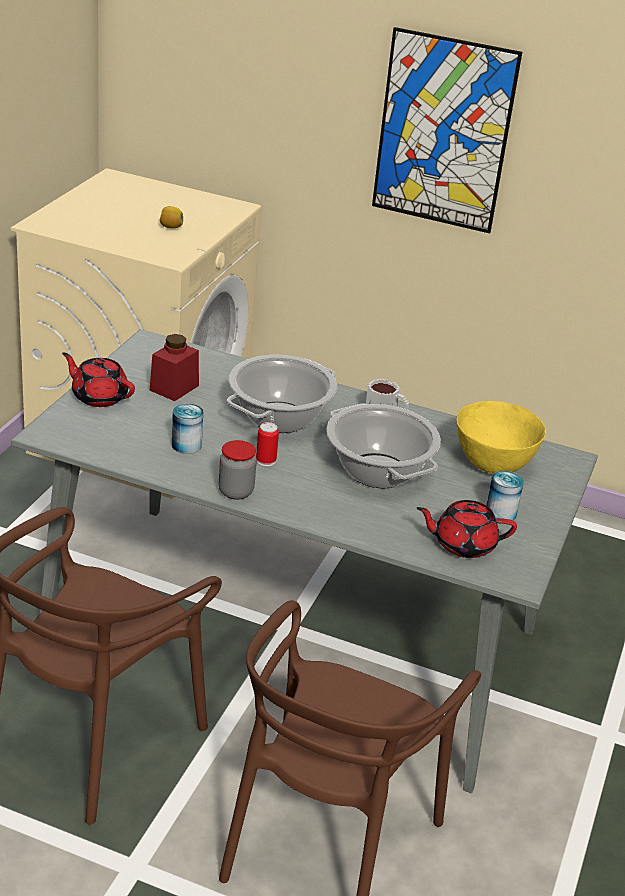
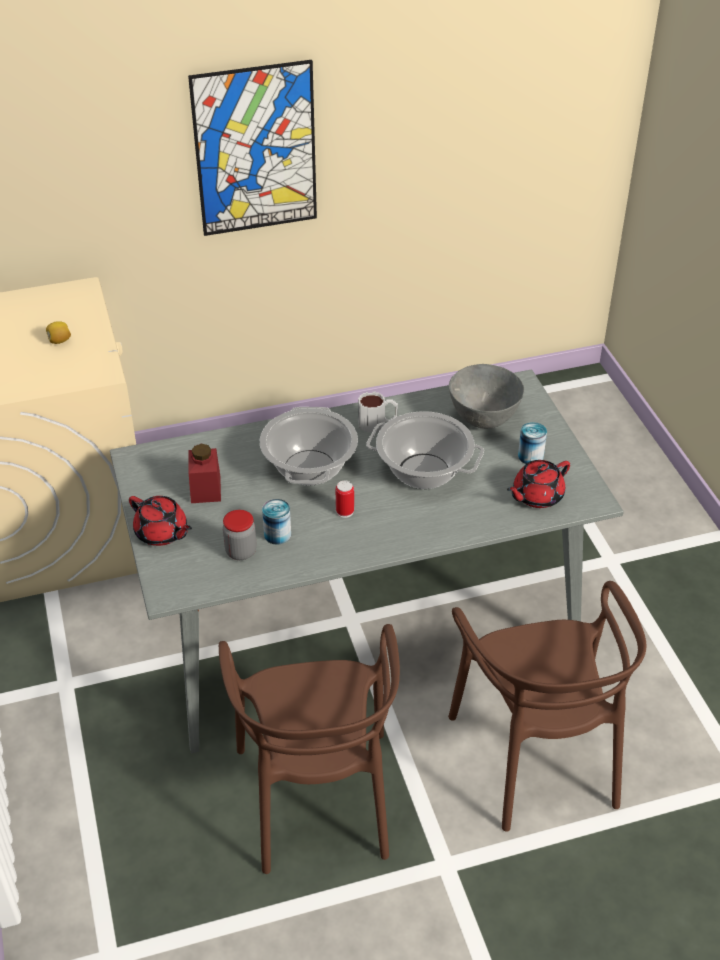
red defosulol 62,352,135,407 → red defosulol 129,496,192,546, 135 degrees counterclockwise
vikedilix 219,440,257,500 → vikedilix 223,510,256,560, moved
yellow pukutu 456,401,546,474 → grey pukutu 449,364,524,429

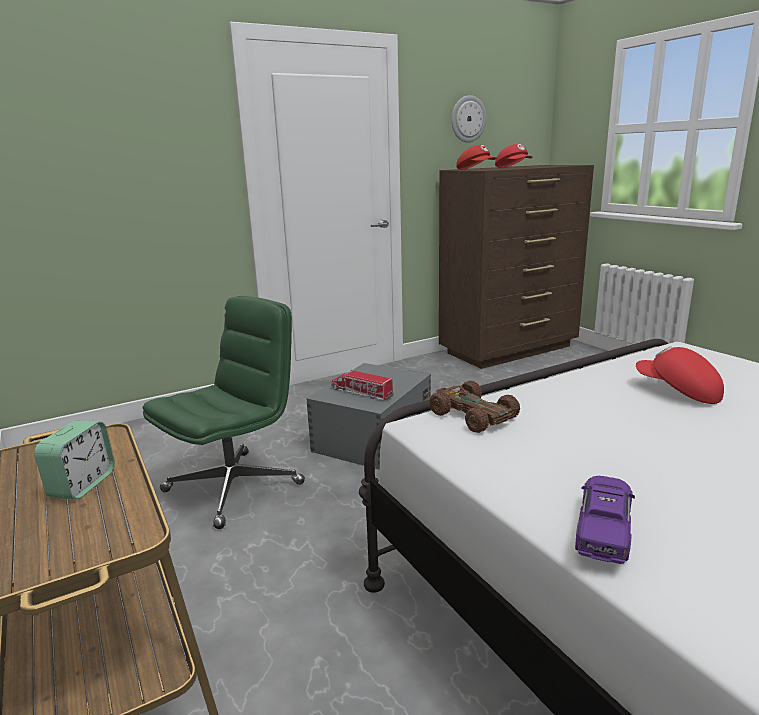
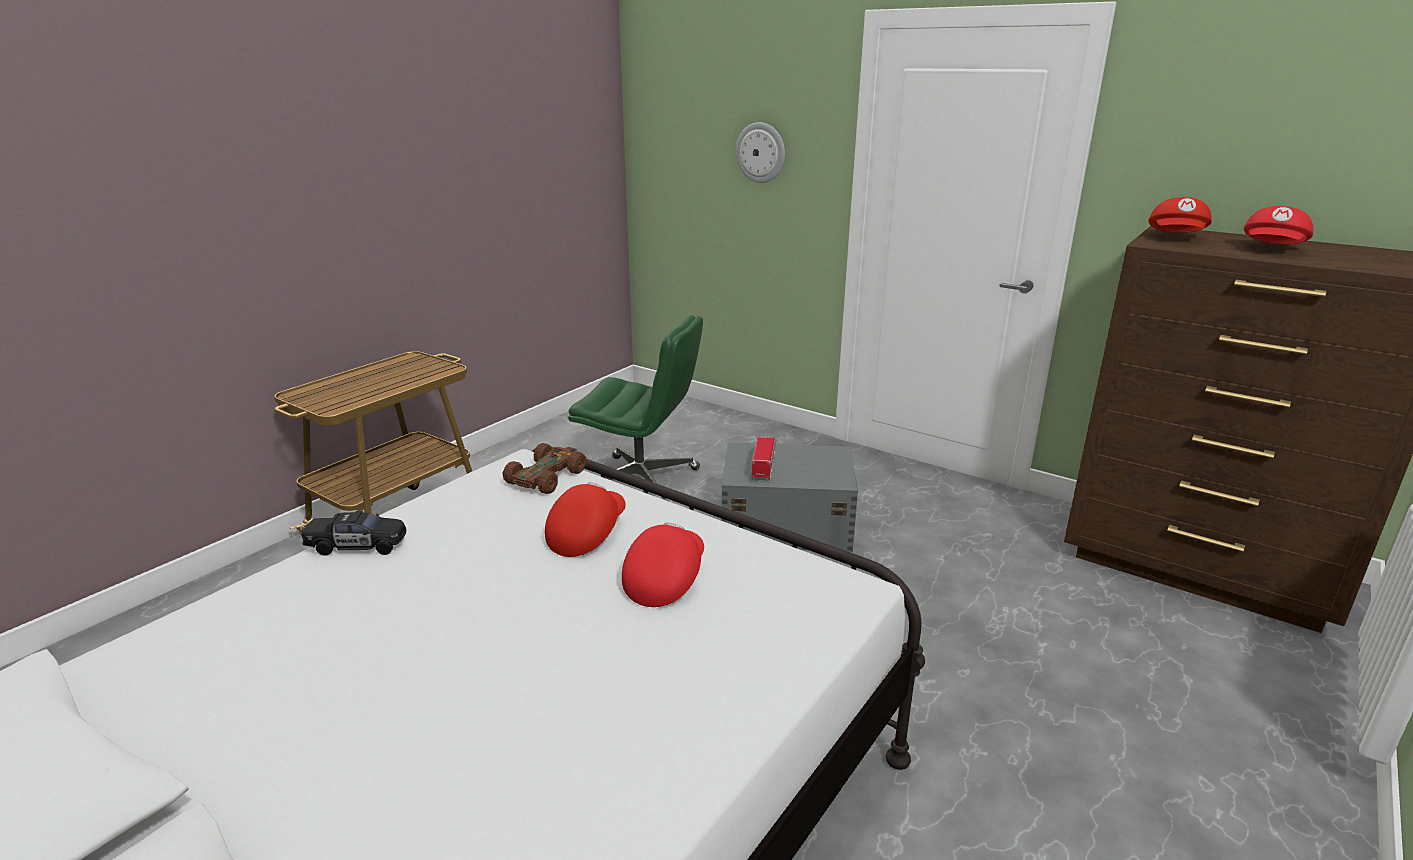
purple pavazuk 575,476,635,564 → black pavazuk 301,511,406,556
- → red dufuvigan 545,482,626,557
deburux 451,95,486,143 → deburux 736,122,785,183, moved
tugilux 34,421,115,499 → -

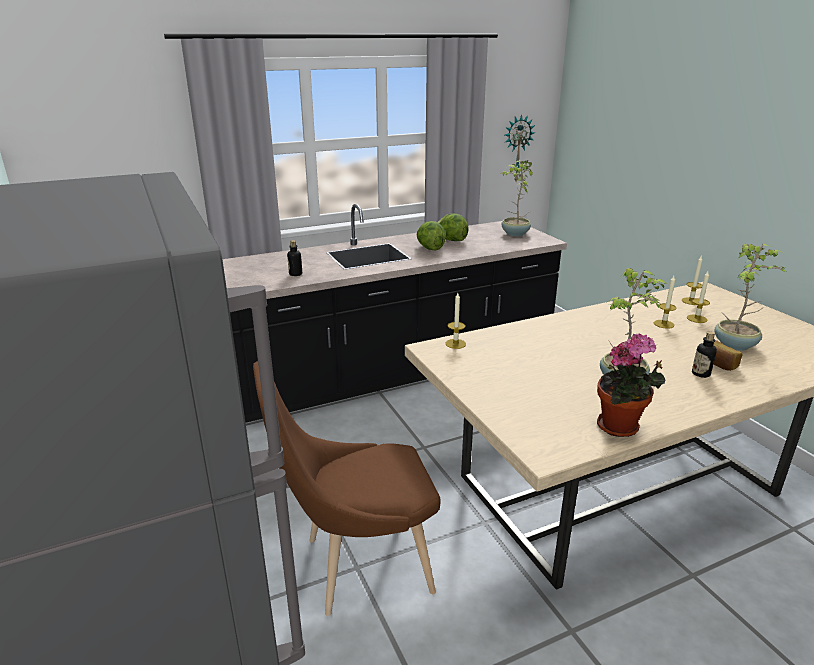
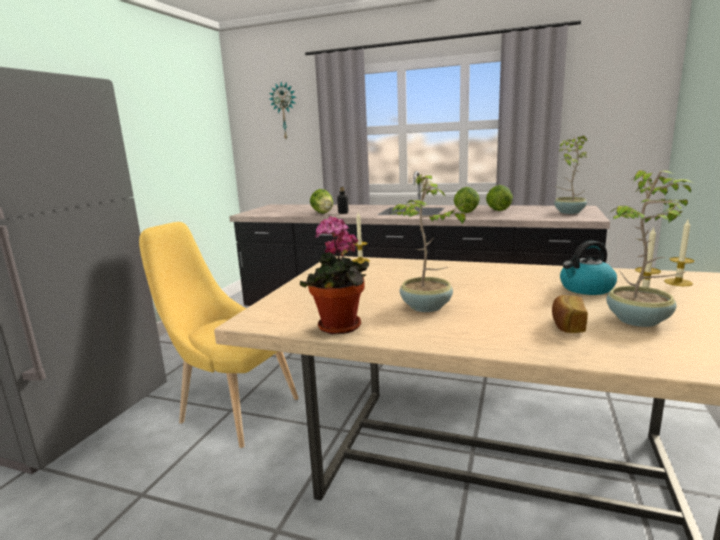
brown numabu 253,361,440,616 → yellow numabu 139,222,299,448
deburux 505,114,535,182 → deburux 269,82,296,139, moved
- → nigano 310,189,333,214
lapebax 654,276,676,329 → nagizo 560,241,617,295
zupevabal 692,331,717,378 → -

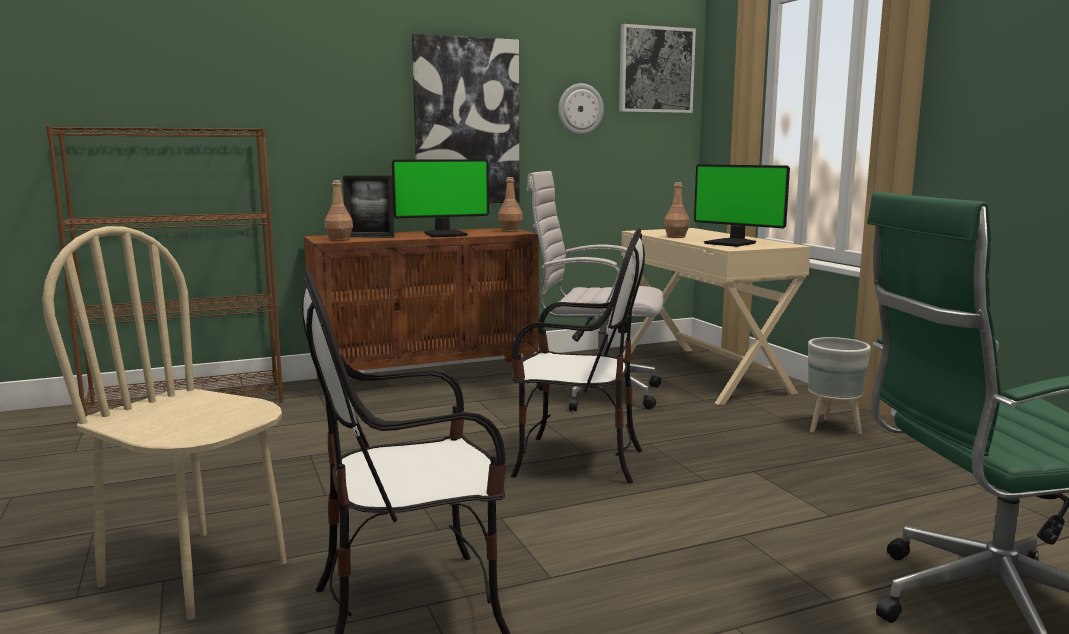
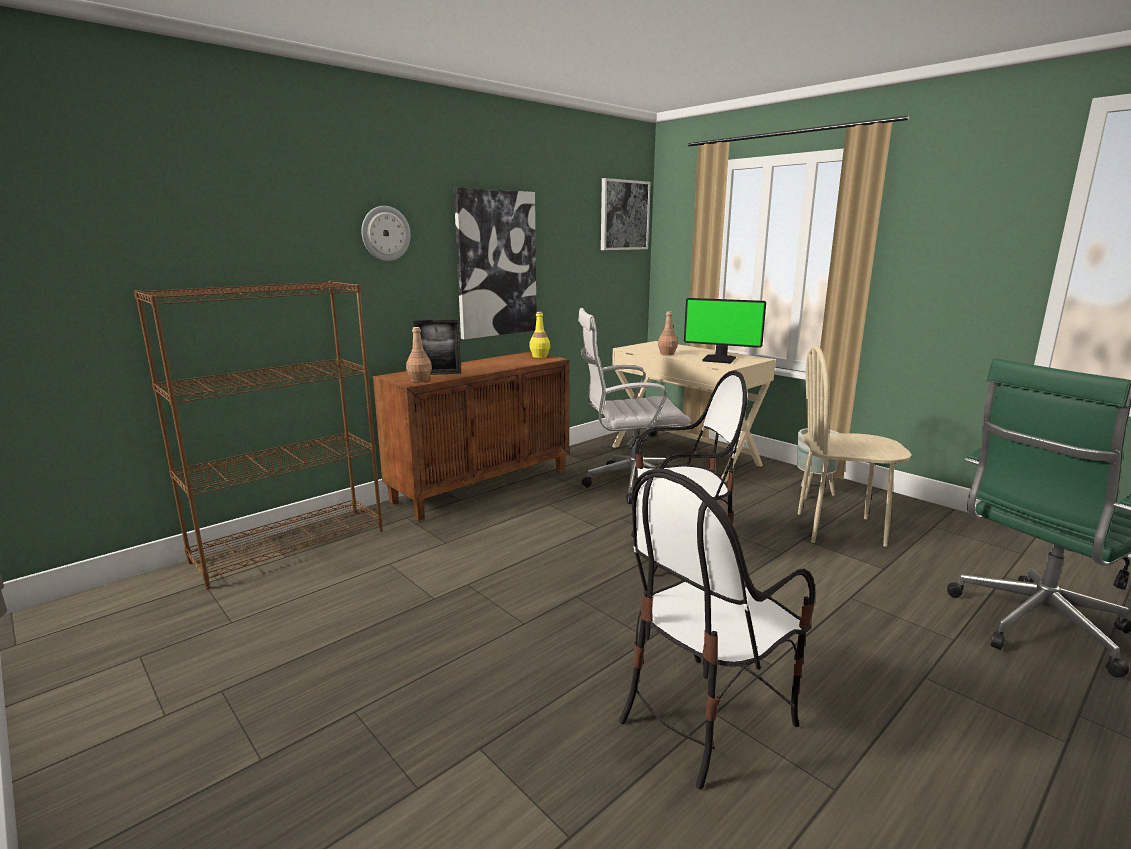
deburux 558,83,604,135 → deburux 361,206,411,261, moved
brown zupevabal 498,177,523,232 → yellow zupevabal 530,312,550,358
beige numabu 42,226,287,620 → beige numabu 798,345,912,547, moved
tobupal 392,159,489,237 → -

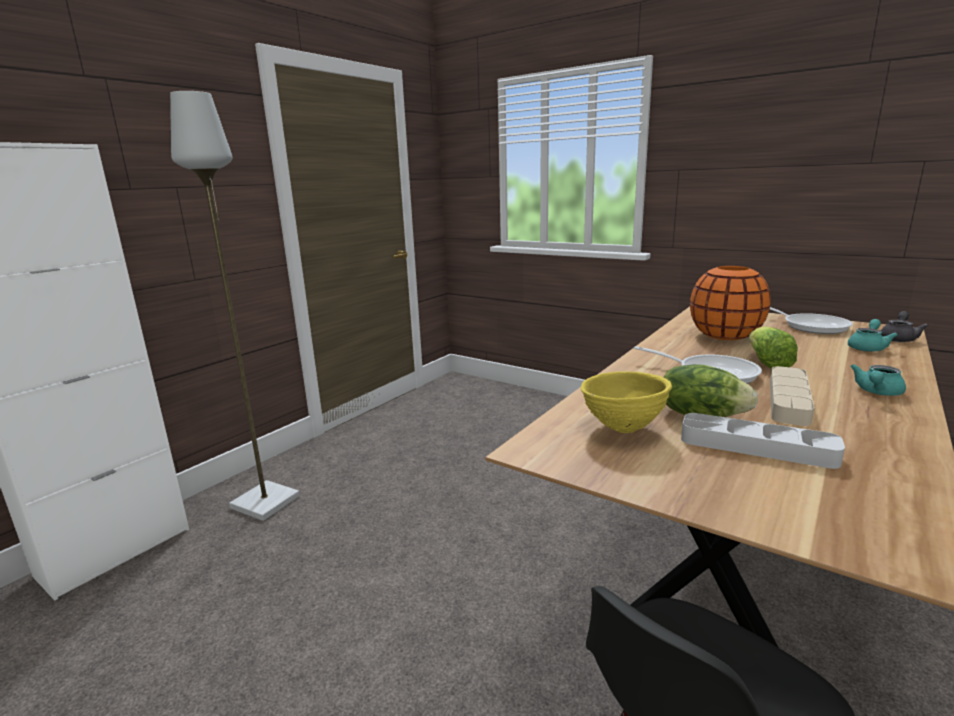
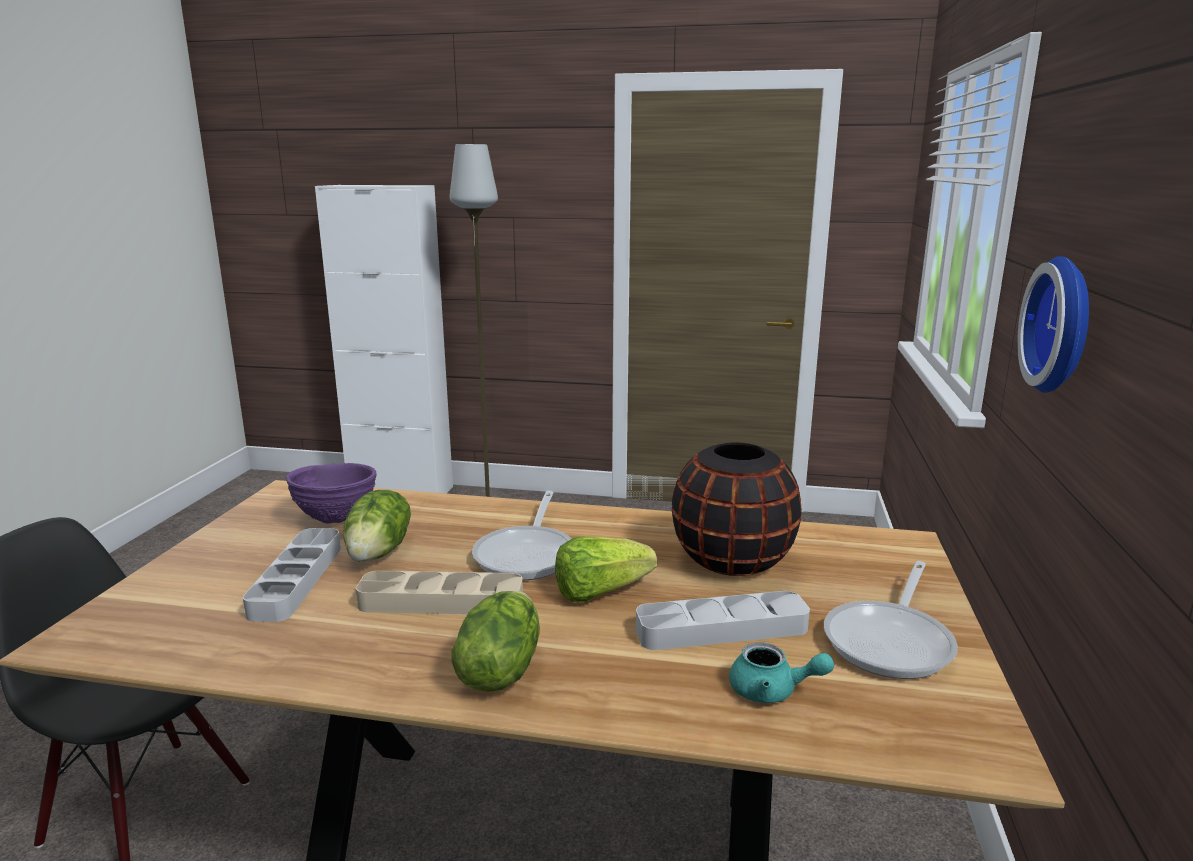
yellow pukutu 581,371,672,433 → purple pukutu 286,463,376,524
turquoise defosulol 850,364,906,396 → nigano 451,591,540,692
- → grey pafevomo 636,591,810,650
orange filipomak 690,266,771,340 → black filipomak 672,442,802,576
- → deburux 1017,256,1089,393
grey defosulol 881,311,928,342 → -

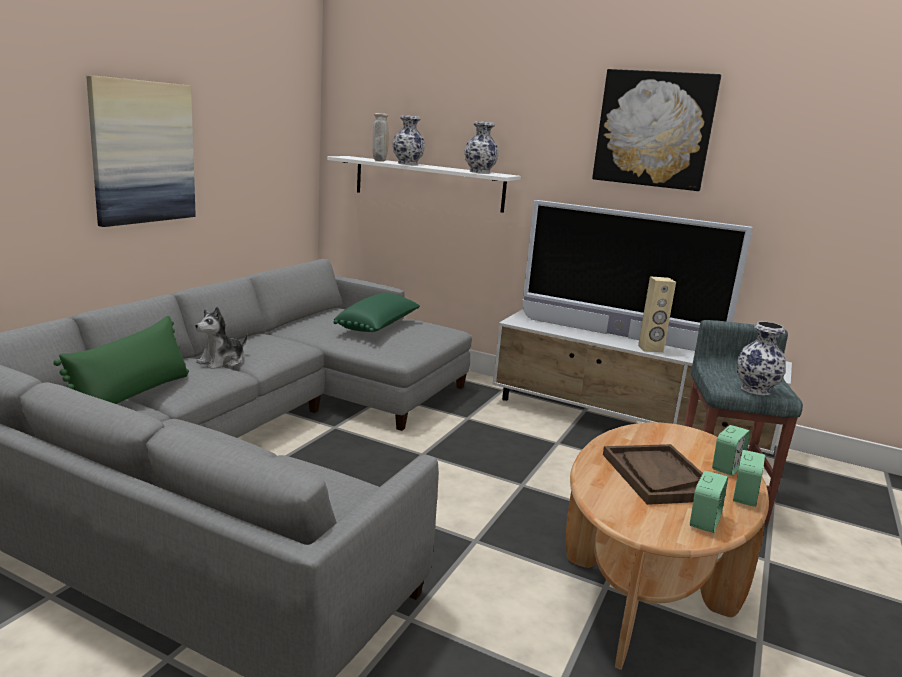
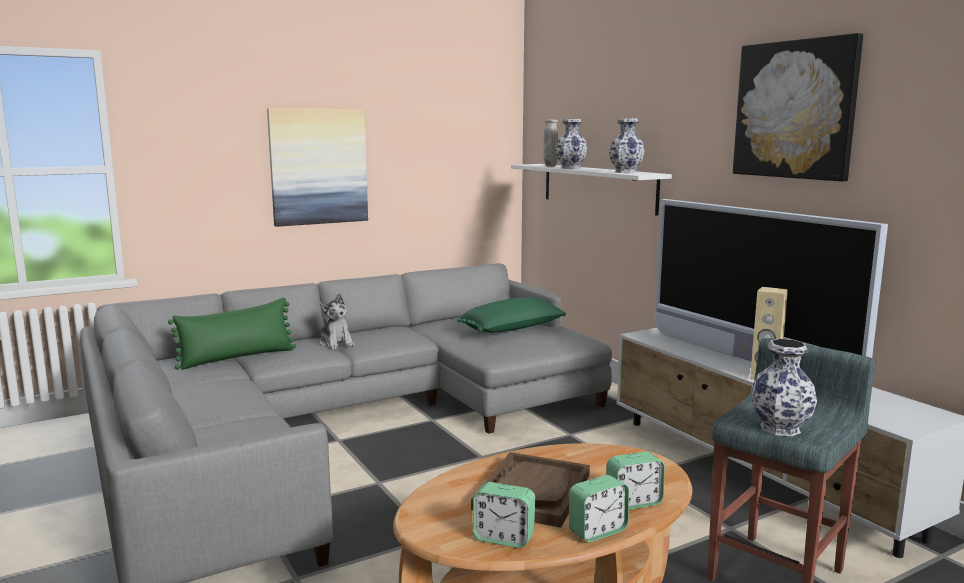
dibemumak 195,307,248,369 → dibemumak 319,294,354,350, 105 degrees counterclockwise
tugilux 690,471,728,533 → tugilux 473,482,535,548, 45 degrees clockwise

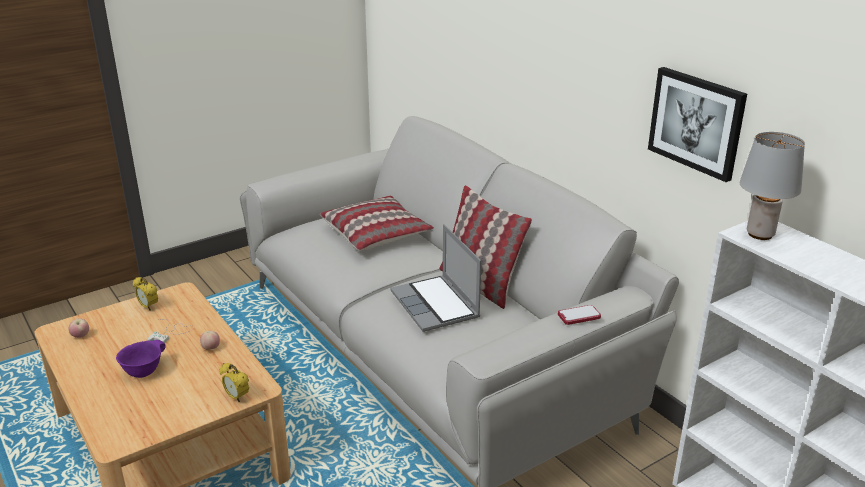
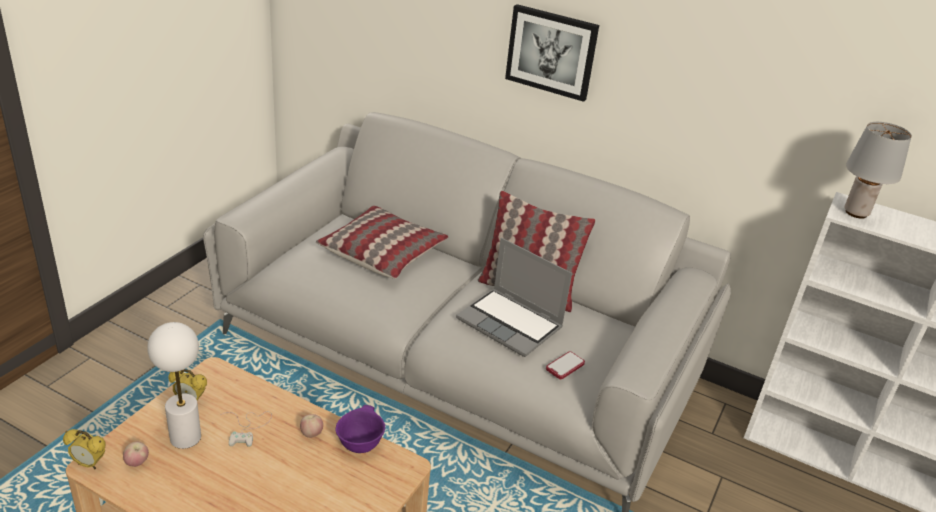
tugilux 220,363,249,403 → tugilux 63,429,106,469, moved
- → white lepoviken 147,322,201,449
purple pukutu 116,340,166,378 → purple pukutu 336,405,385,453, moved
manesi 648,67,747,182 → manesi 505,4,599,102, moved
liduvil 558,305,601,325 → liduvil 546,351,585,379, moved

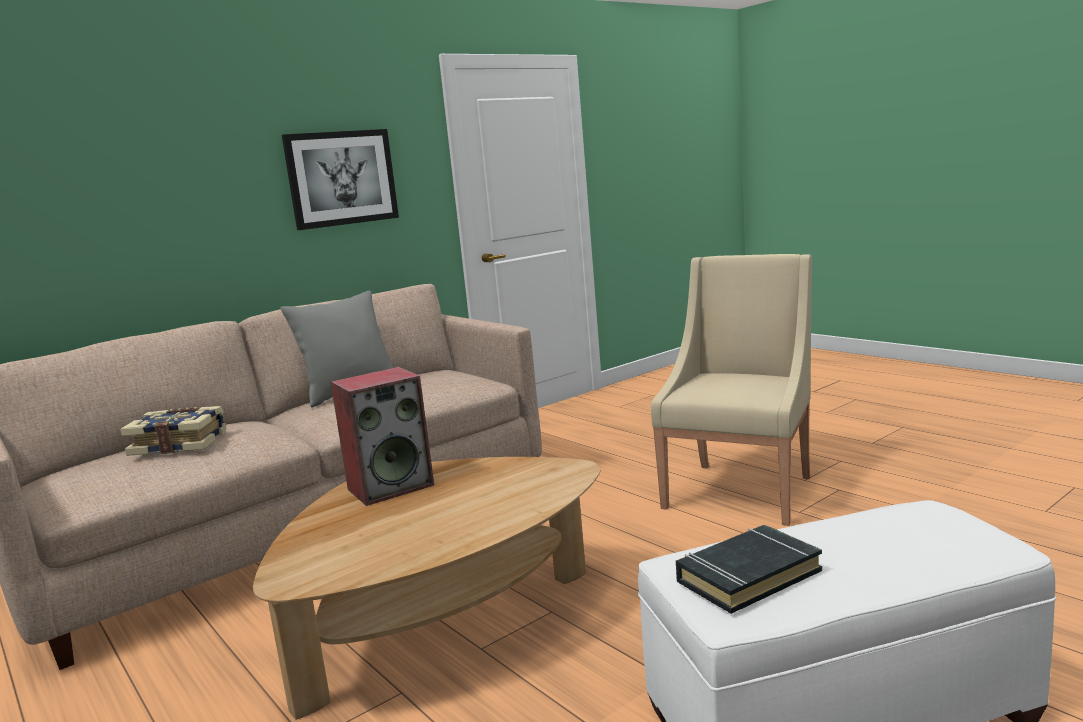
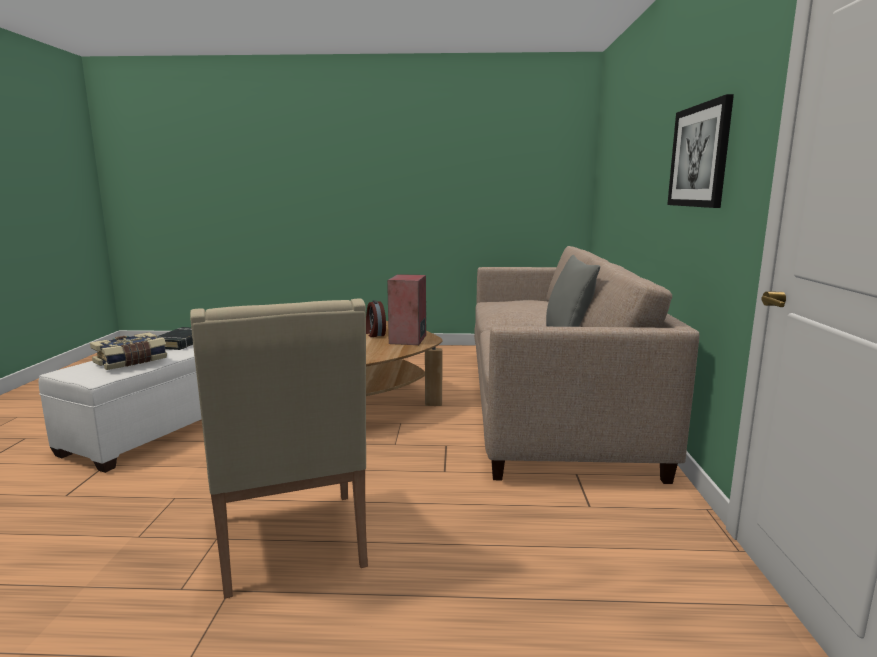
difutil 120,406,226,456 → difutil 90,332,167,370, moved
- → tugilux 366,300,386,337

